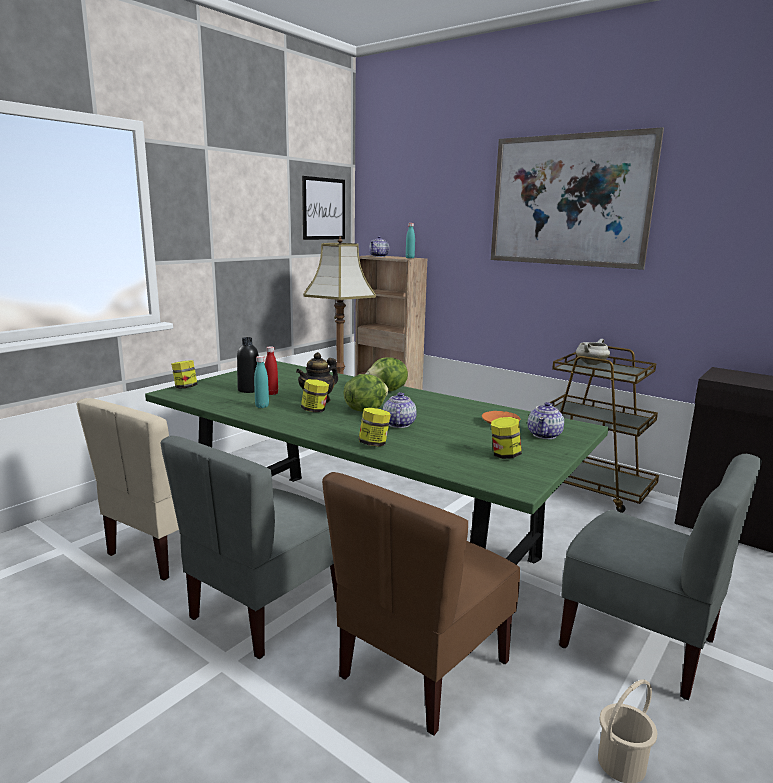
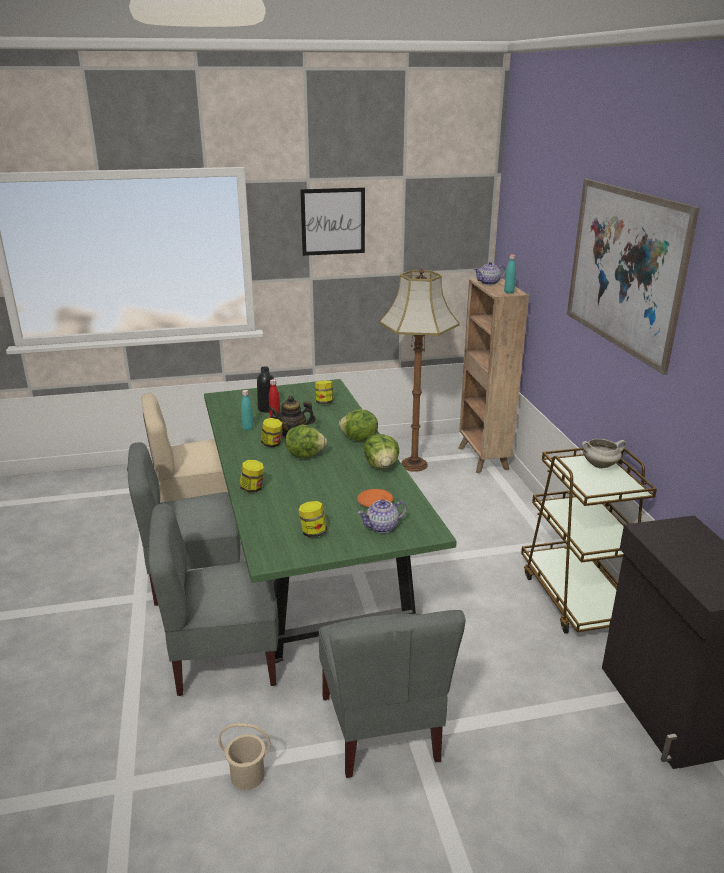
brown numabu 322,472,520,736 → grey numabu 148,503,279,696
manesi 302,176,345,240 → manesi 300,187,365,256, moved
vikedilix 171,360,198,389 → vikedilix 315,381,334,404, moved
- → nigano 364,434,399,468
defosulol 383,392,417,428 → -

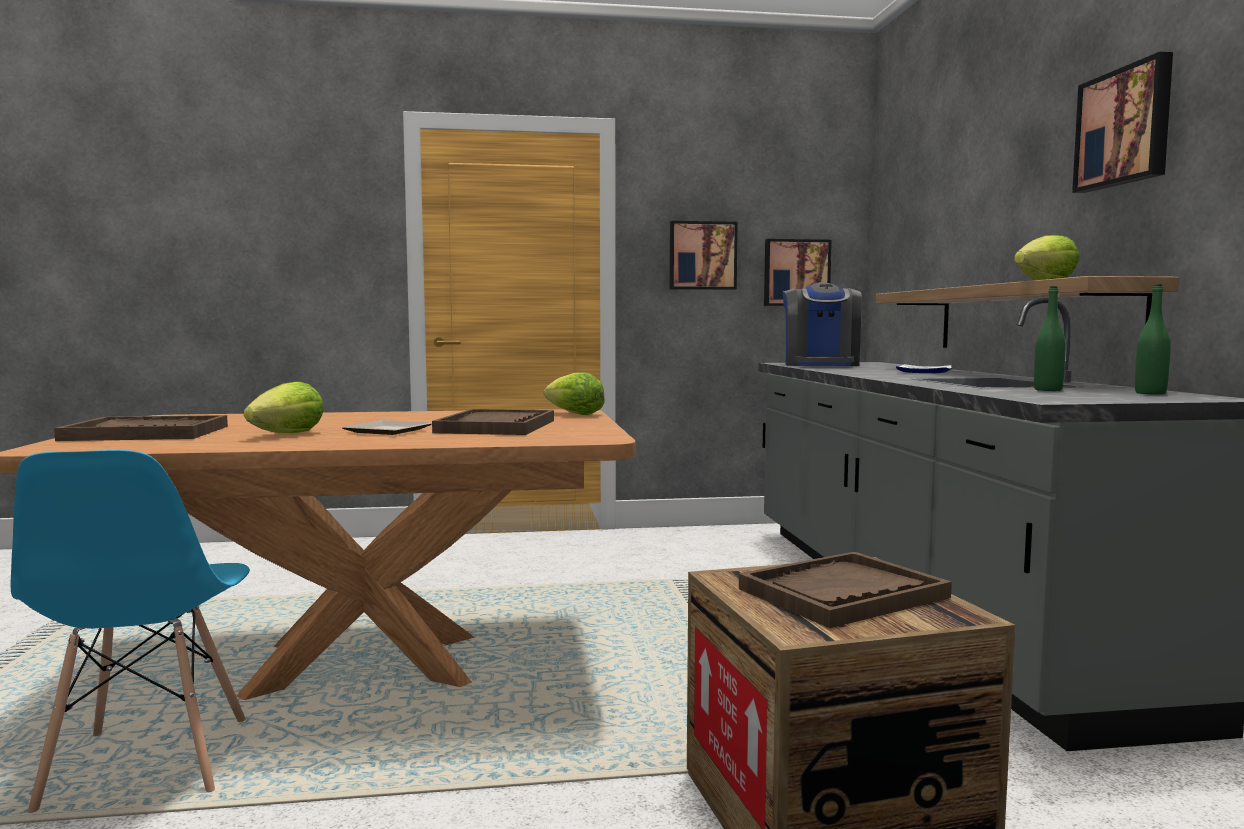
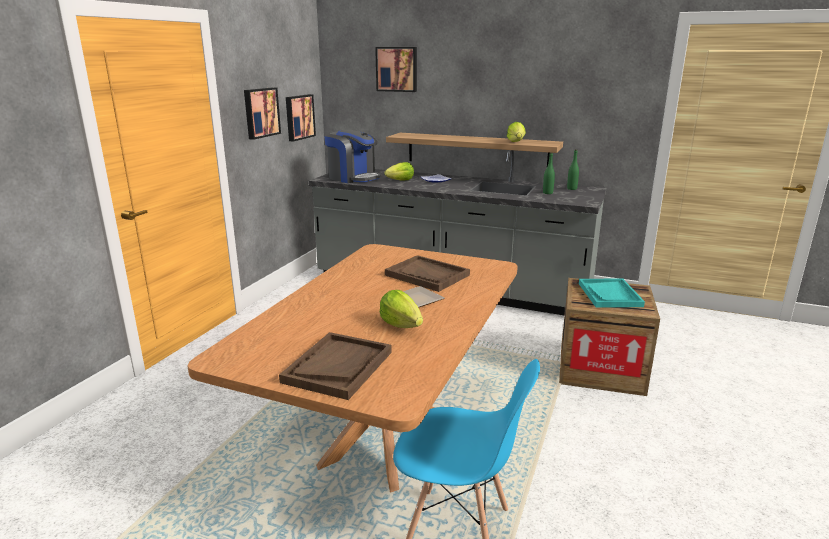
manesi 1072,52,1173,193 → manesi 375,47,417,92, moved
nigano 544,372,605,415 → nigano 385,162,414,181, moved
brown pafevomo 739,552,952,628 → turquoise pafevomo 579,279,645,307

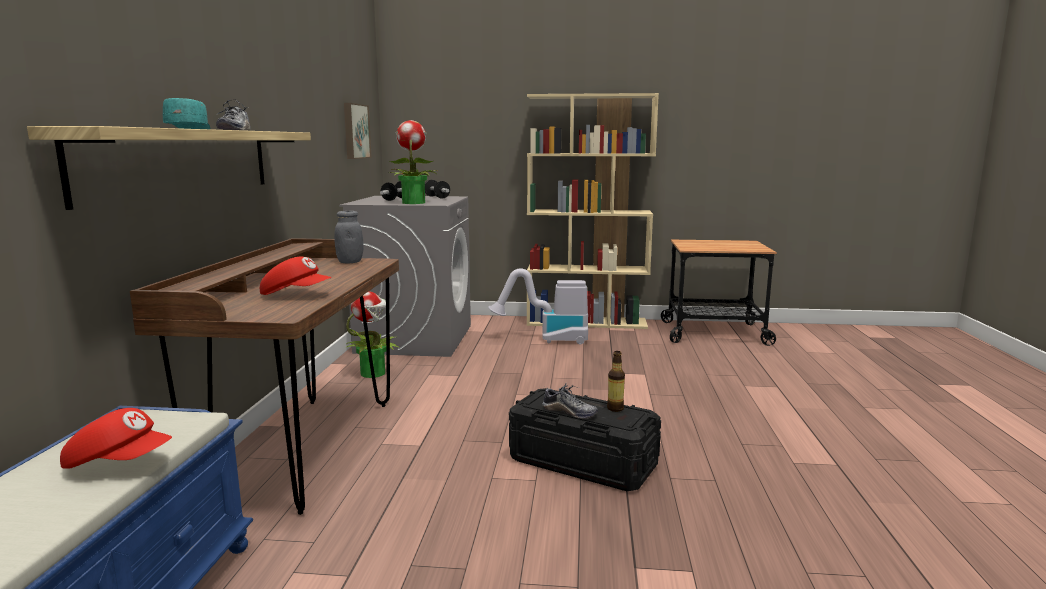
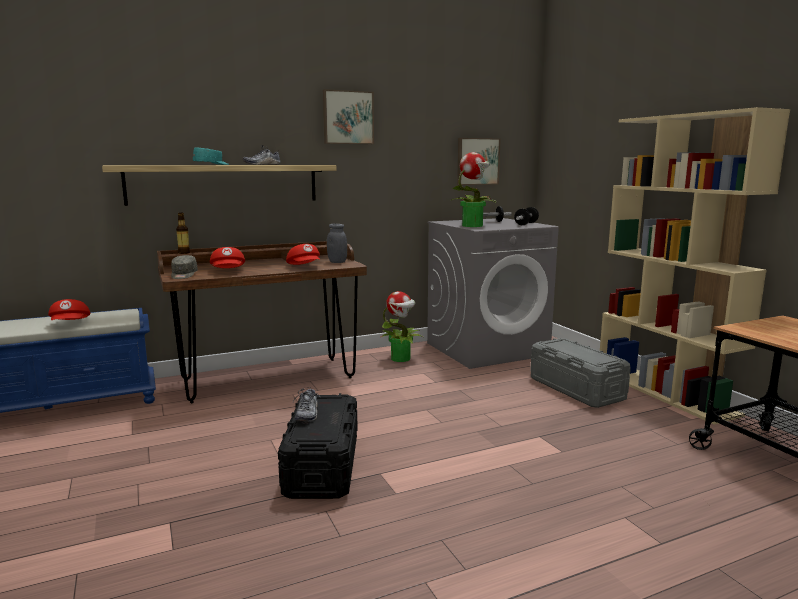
- → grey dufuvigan 171,255,198,279
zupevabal 607,351,625,412 → zupevabal 176,213,190,254, moved
- → red dufuvigan 286,244,321,265
- → manesi 323,89,374,144
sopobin 488,268,588,345 → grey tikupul 530,338,631,408

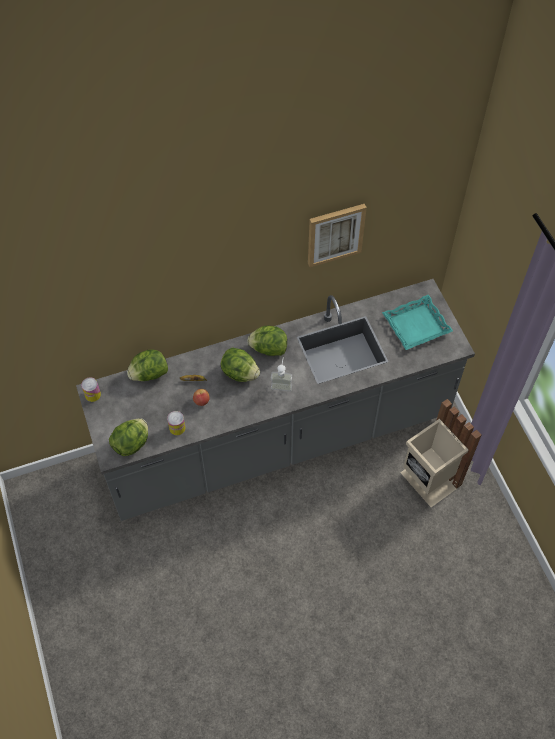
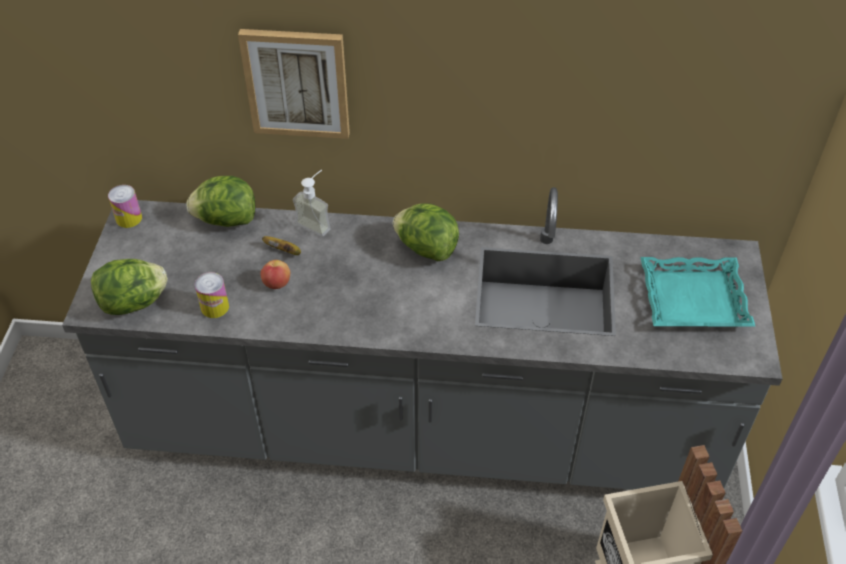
manesi 308,204,367,267 → manesi 238,29,350,139, moved
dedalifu 271,357,292,392 → dedalifu 293,170,331,237, moved
nigano 221,348,260,382 → -

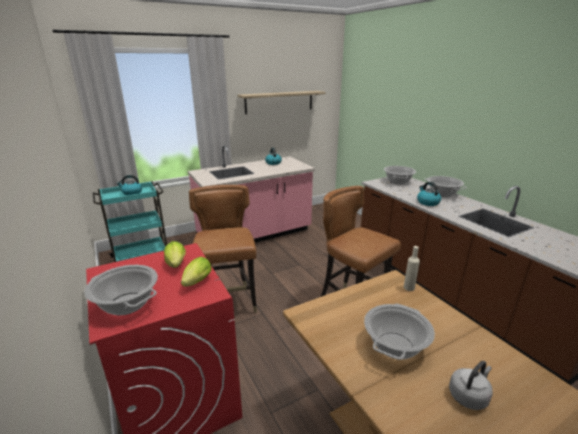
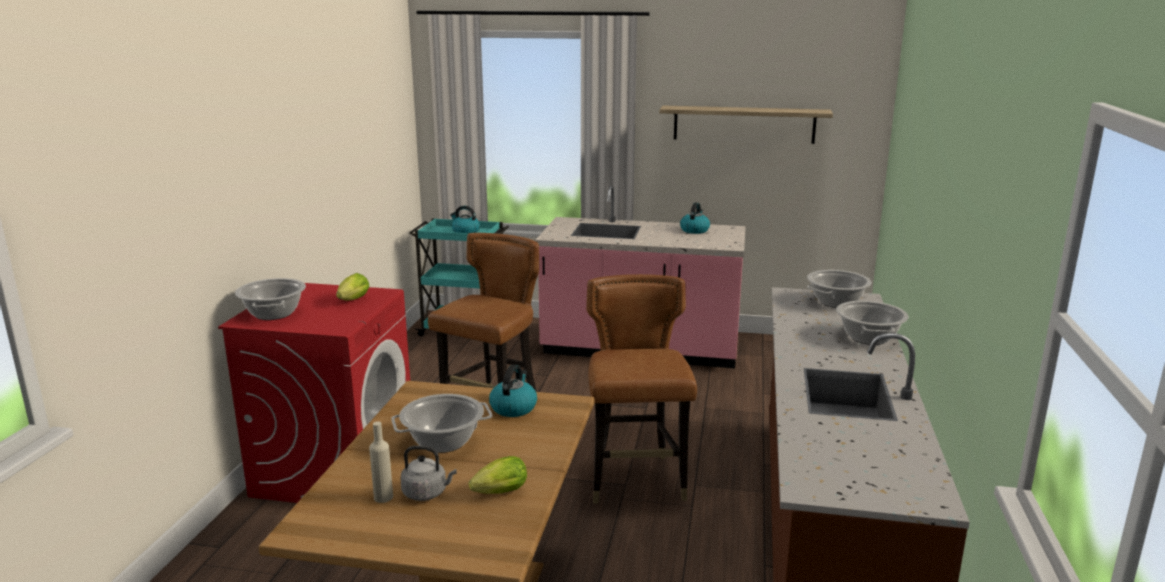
beige zupevabal 404,246,420,291 → beige zupevabal 369,421,393,503, moved
nigano 181,257,212,287 → nigano 469,456,527,494, moved
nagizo 417,182,441,206 → nagizo 489,365,537,417, moved

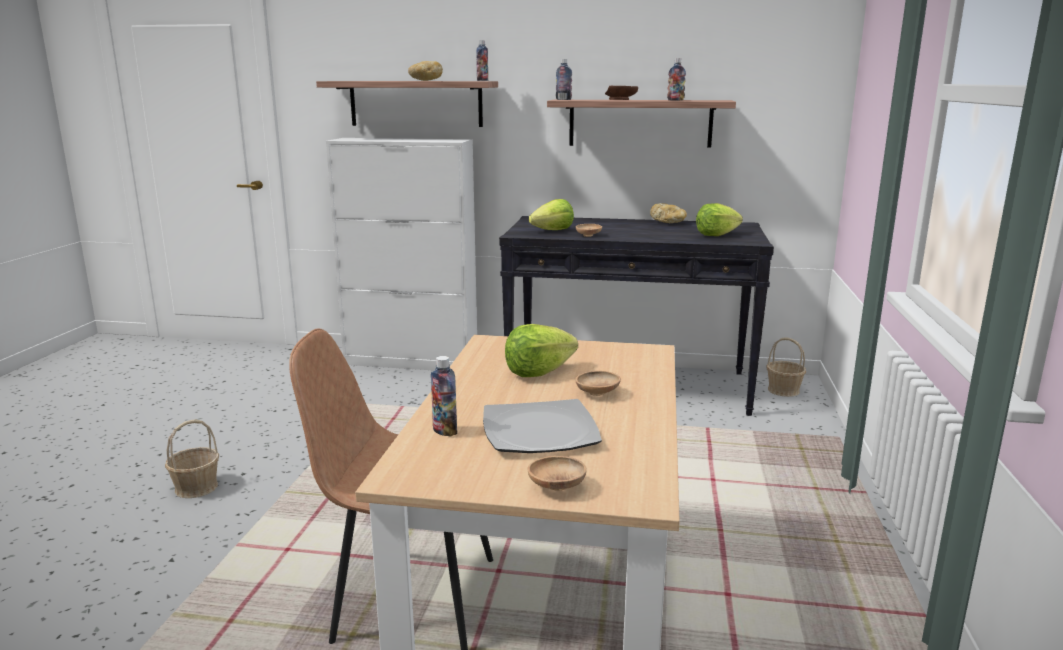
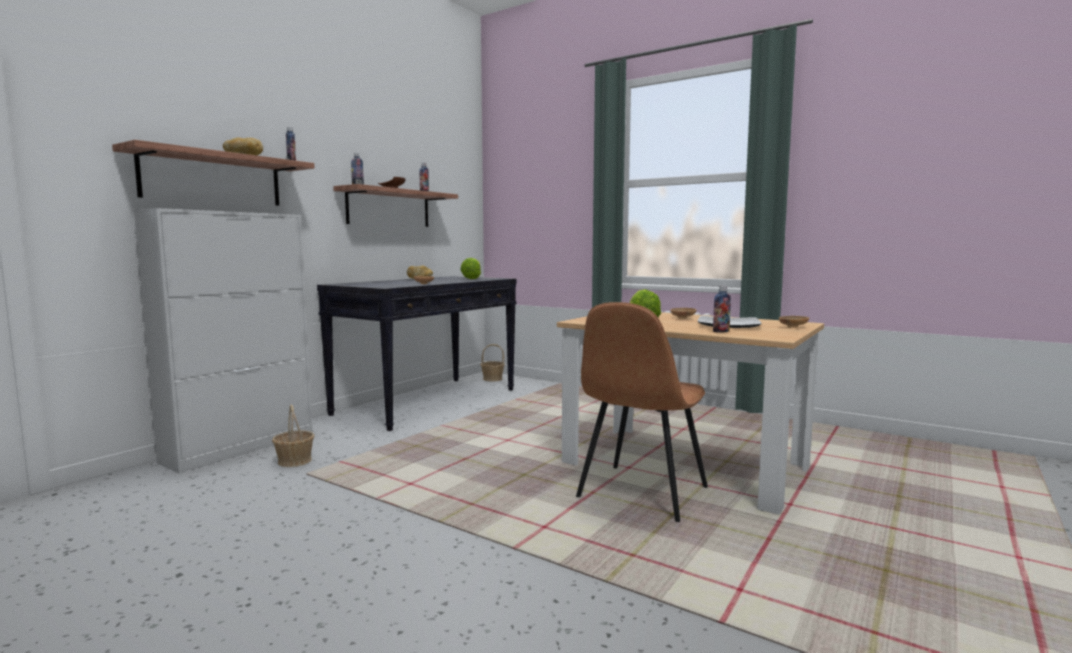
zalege 165,419,219,498 → zalege 272,405,315,467, moved
nigano 529,199,574,230 → -

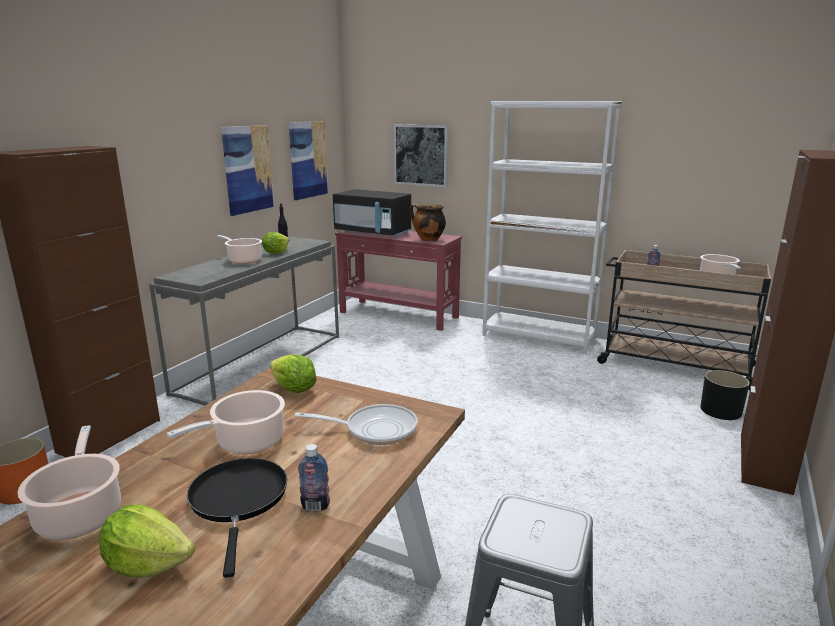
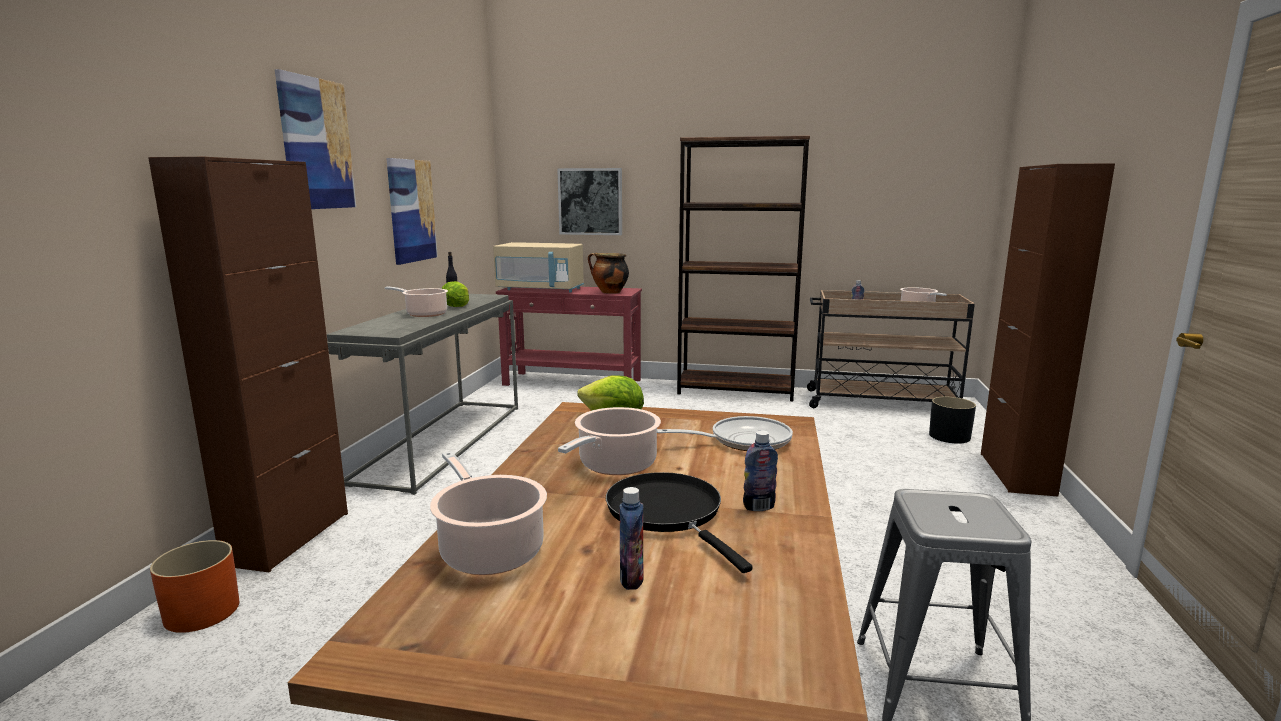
manesi 289,121,328,200 → manesi 275,69,356,209, moved
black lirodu 333,189,412,238 → beige lirodu 493,242,584,292
nigano 99,505,195,578 → zupevabal 620,487,643,590
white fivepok 482,101,622,354 → brown fivepok 677,135,810,401

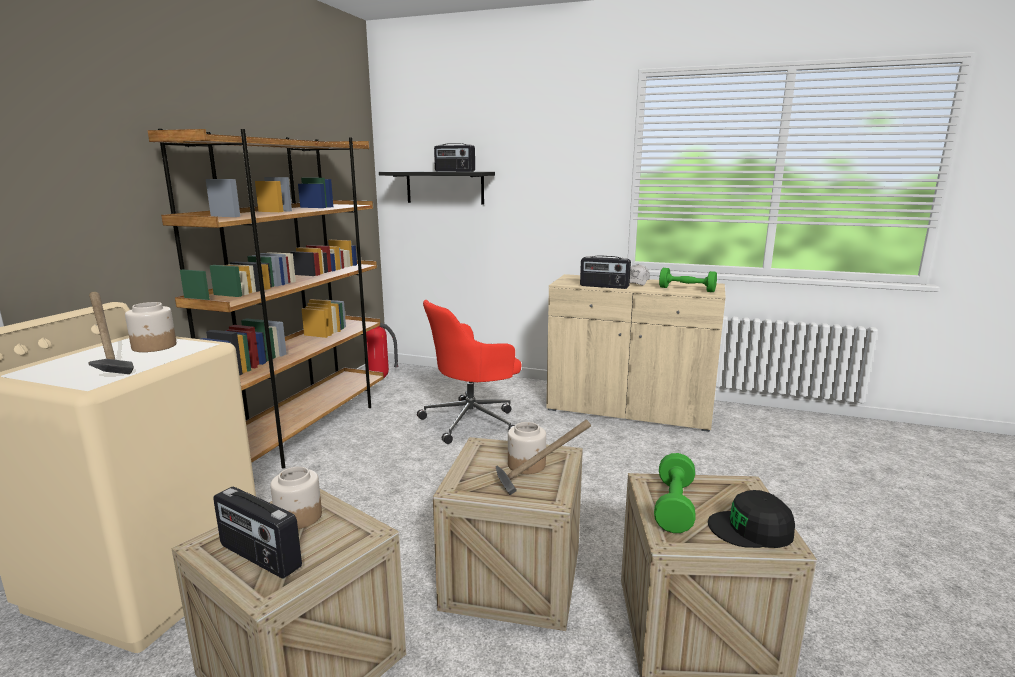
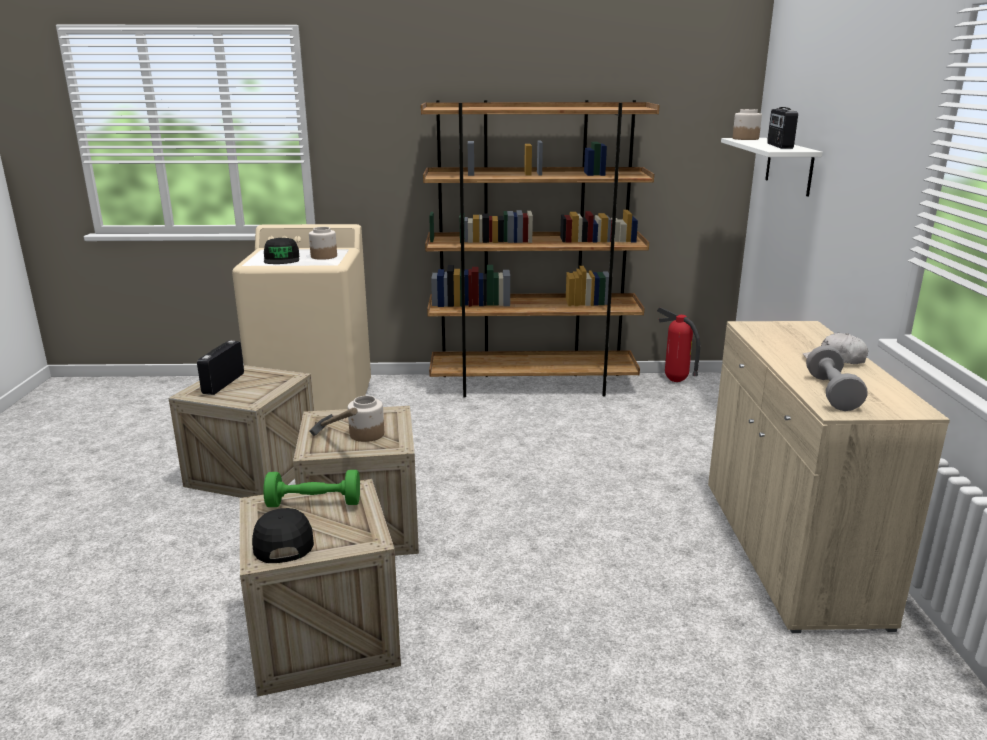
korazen 88,292,134,374 → black dufuvigan 264,238,299,264
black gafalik 379,172,495,204 → white gafalik 721,138,823,197
vikedilix 270,467,322,529 → vikedilix 733,109,762,140, moved
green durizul 659,268,717,292 → grey durizul 806,345,868,411
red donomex 417,300,521,444 → -
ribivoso 580,256,631,289 → -

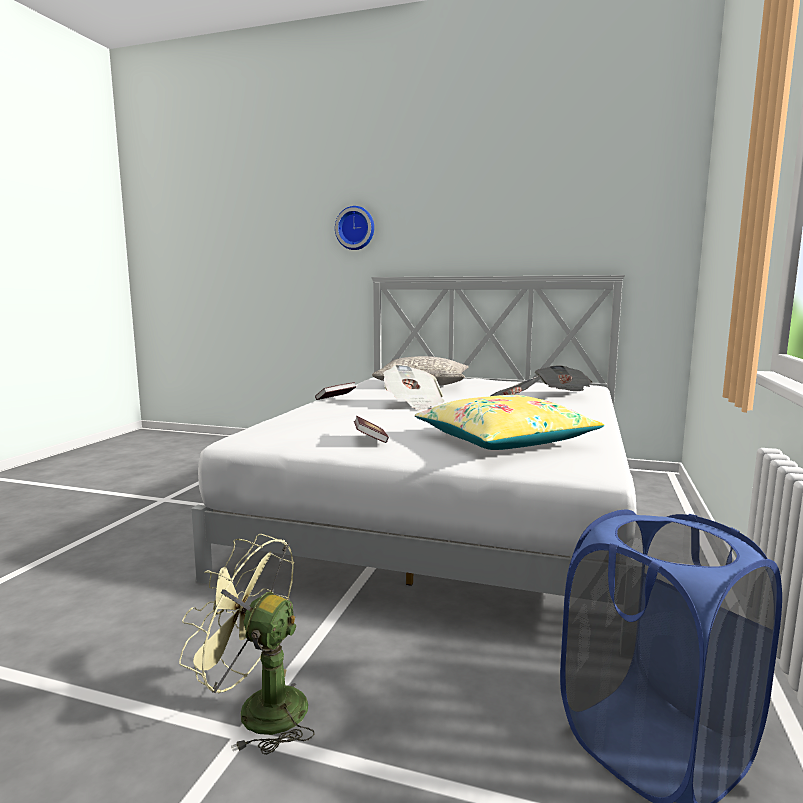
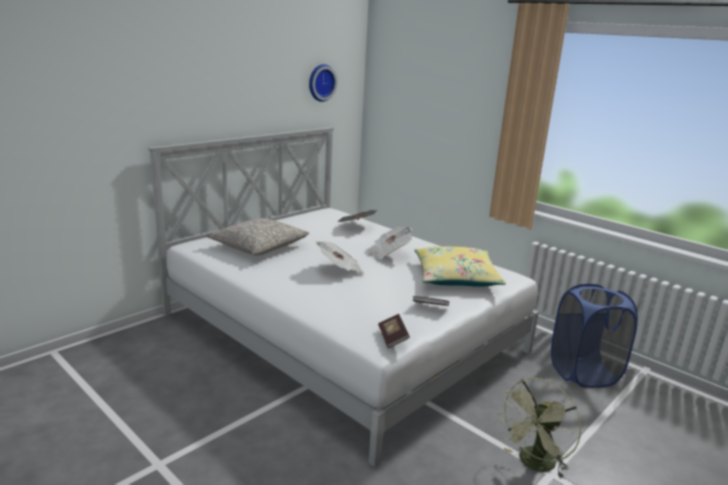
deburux 335,206,374,250 → deburux 309,64,337,102, moved
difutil 315,382,357,400 → difutil 378,314,410,348, moved

